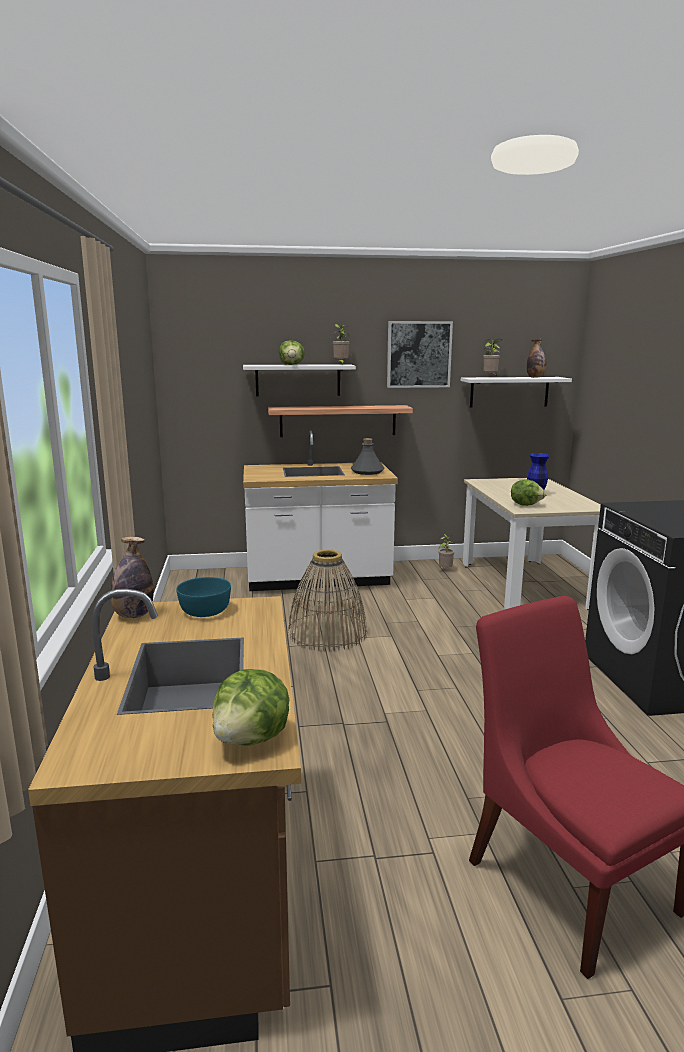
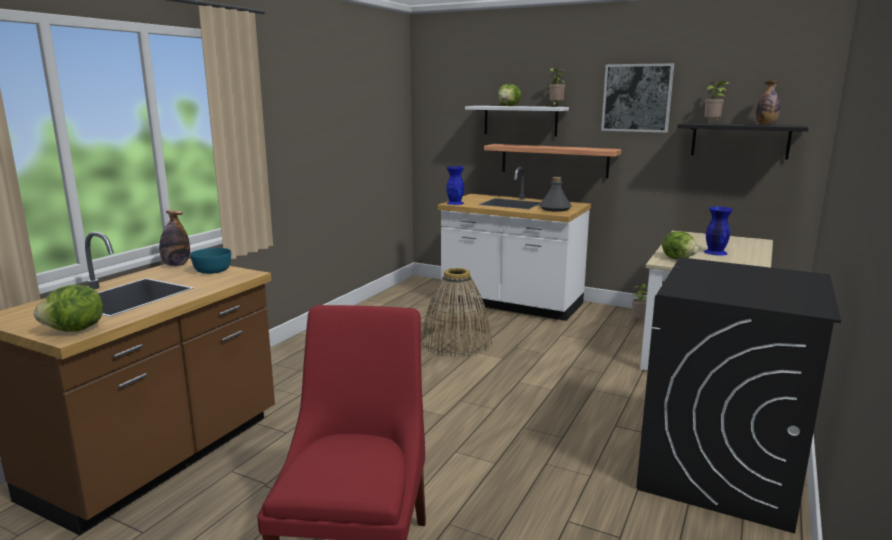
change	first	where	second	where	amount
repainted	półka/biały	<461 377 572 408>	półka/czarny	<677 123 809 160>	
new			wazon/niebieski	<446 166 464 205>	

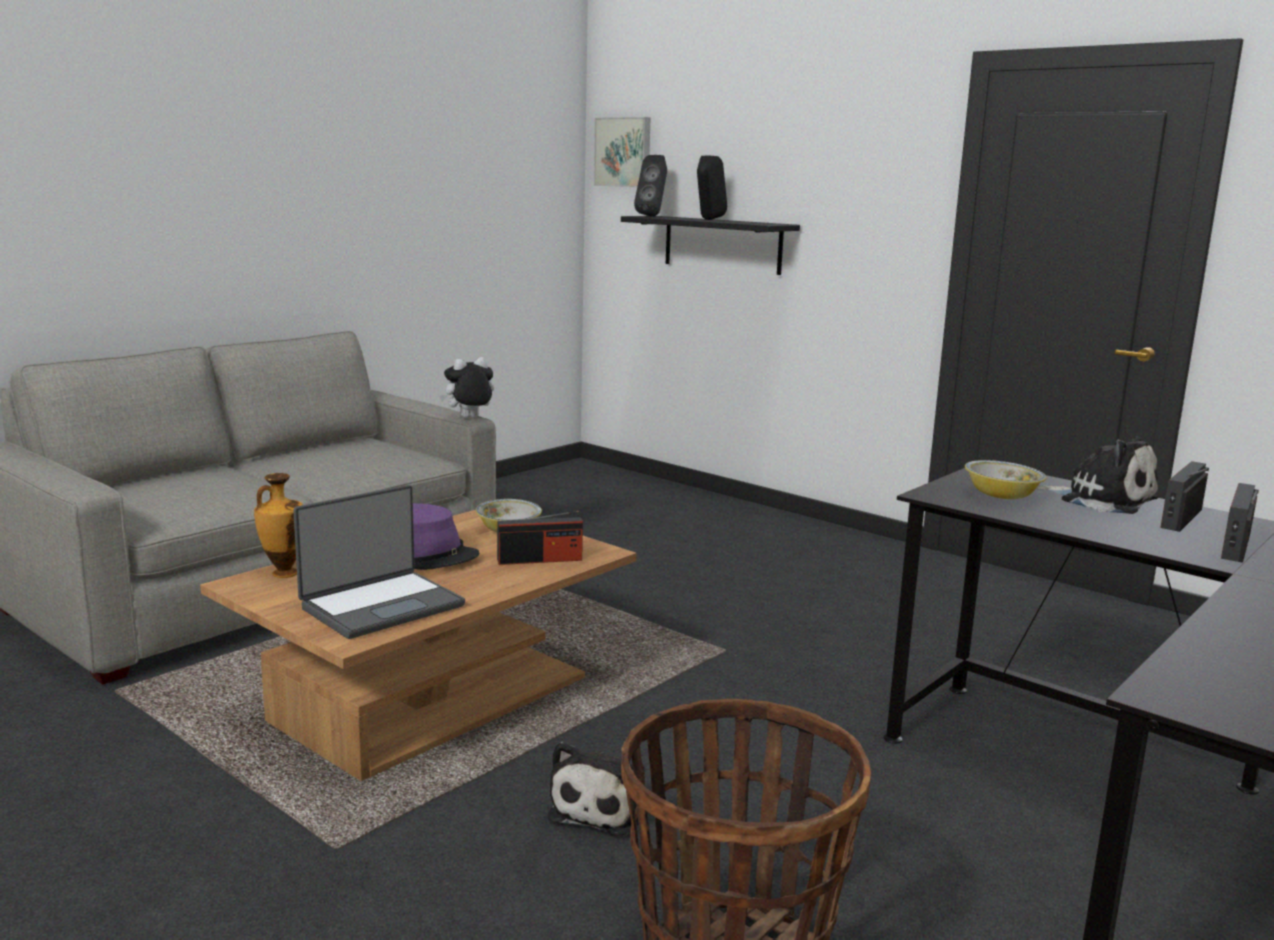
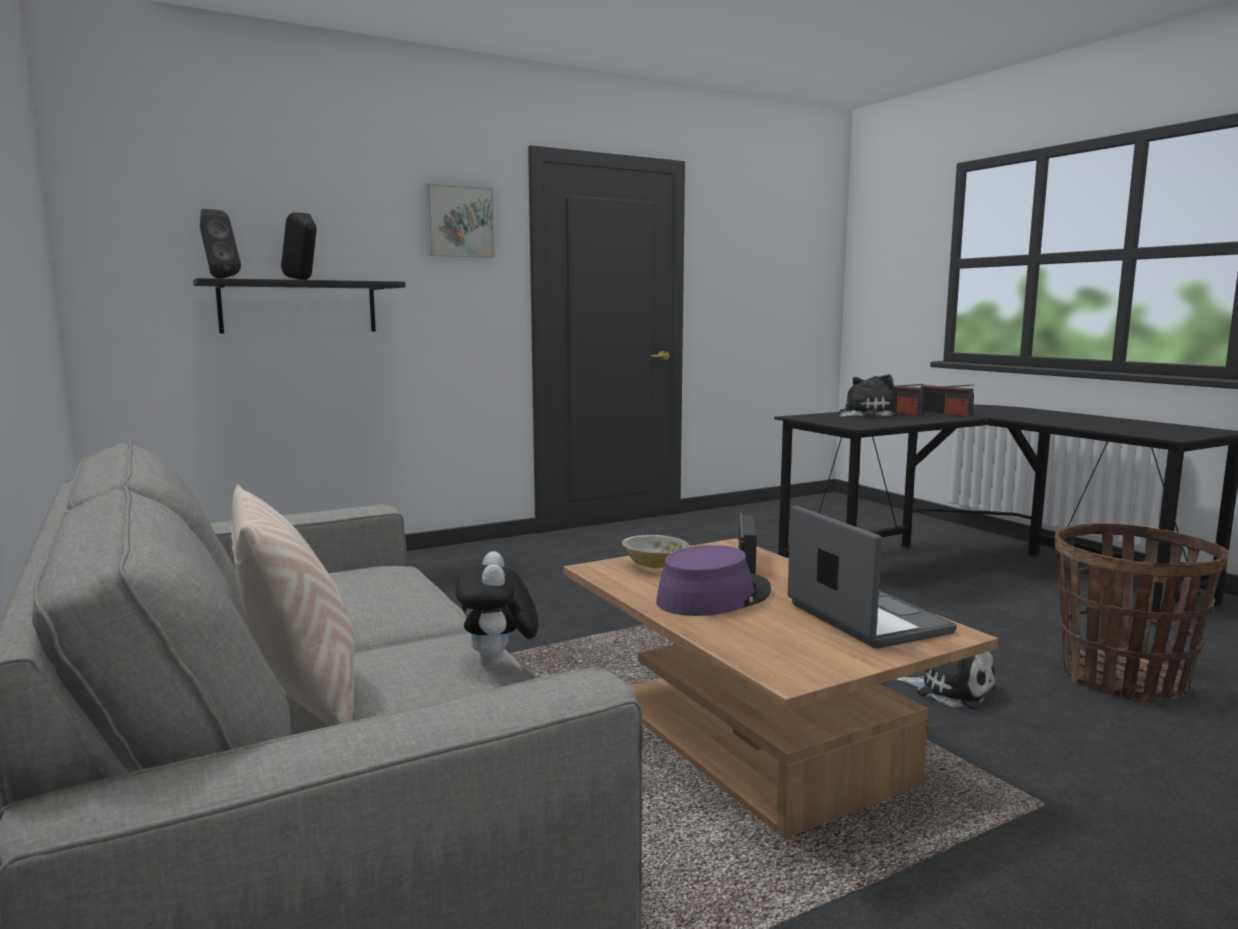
change	first	where	second	where	amount
gone	wazon	<254 473 303 578>			
shifted	pluszak	<440 357 494 418>		<455 551 538 668>	
shifted	obraz	<594 117 651 188>		<425 183 495 258>	
gone	miska	<965 460 1046 499>			
new			poduszka/beżowy	<231 484 355 727>	

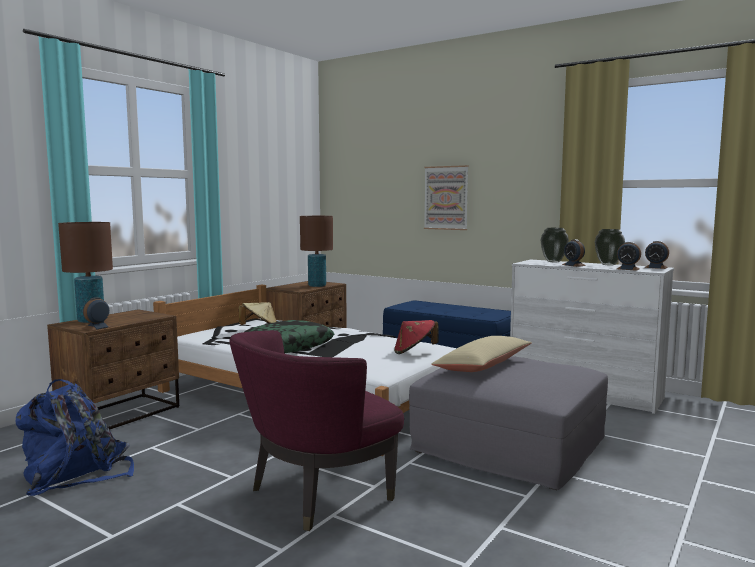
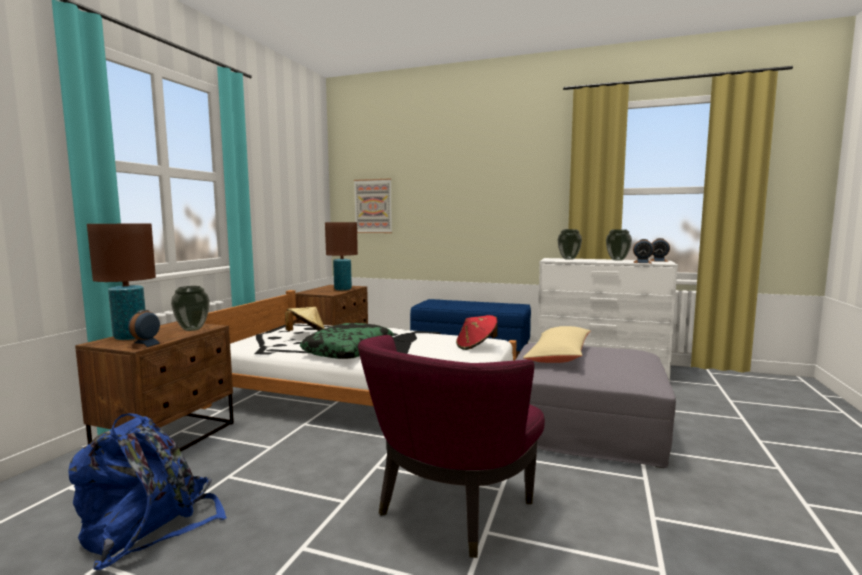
change	first	where	second	where	amount
shifted	obraz	<424 165 469 230>		<354 179 392 233>	
gone	budzik	<562 239 586 267>			
new			wazon	<171 286 210 331>	

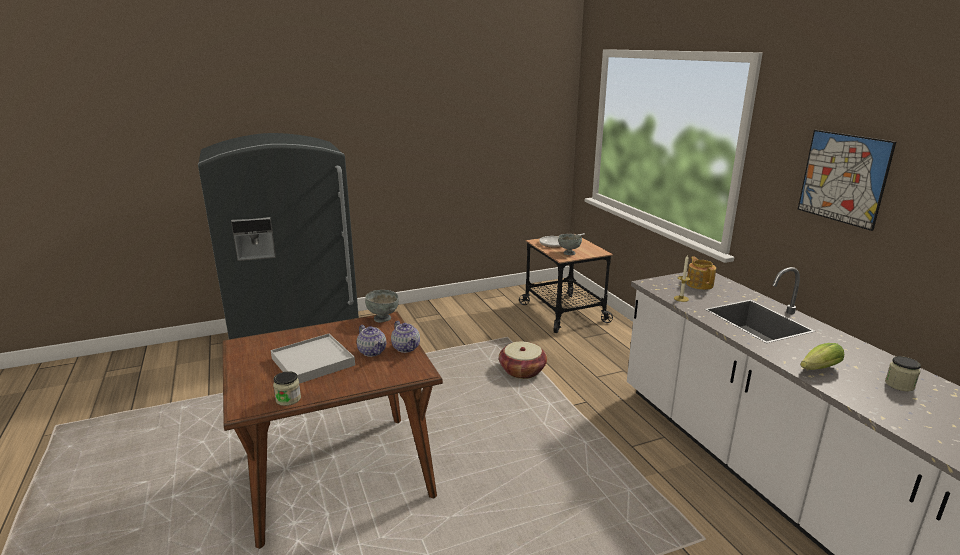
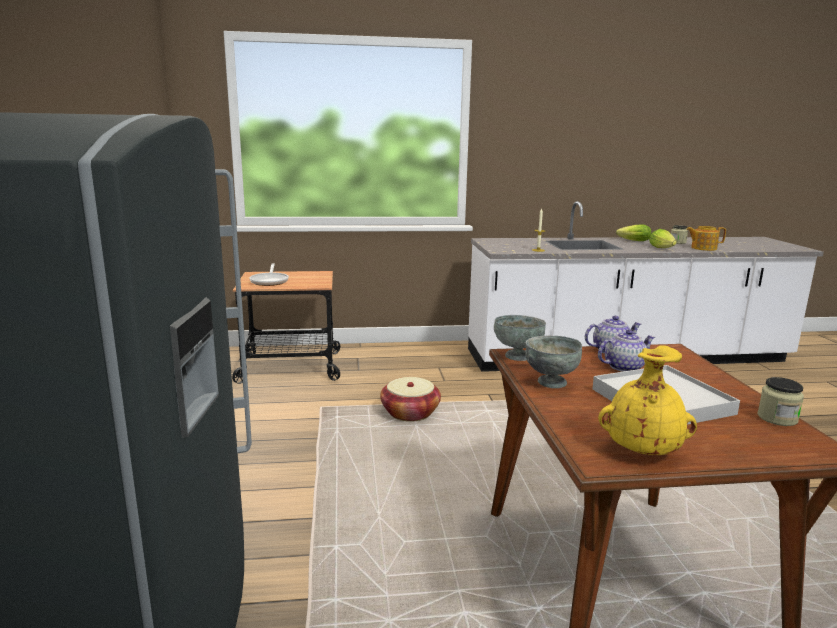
change	first	where	second	where	amount
shifted	miska/szary	<558 234 582 255>		<525 336 582 388>	
shifted	imbryk	<686 256 716 290>		<686 226 726 251>	
gone	obraz	<798 130 896 231>			
new			wazon/żółty	<598 345 697 455>	
new			sałata	<616 225 651 241>	

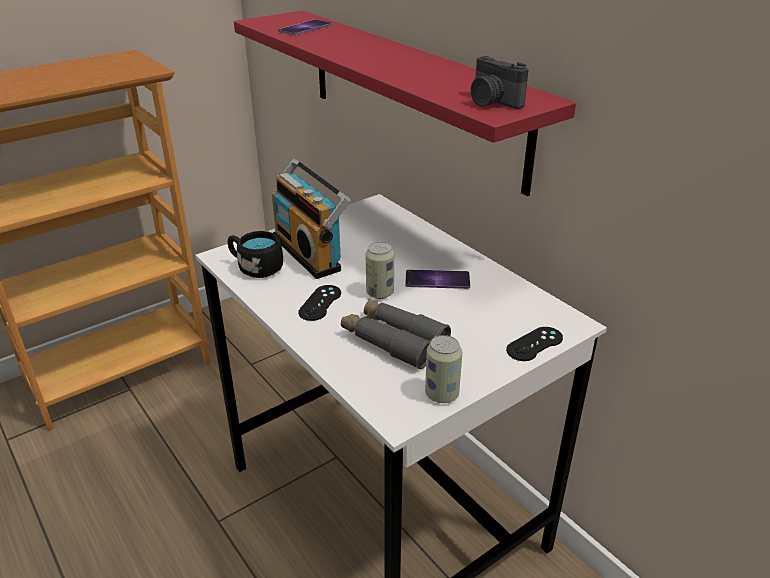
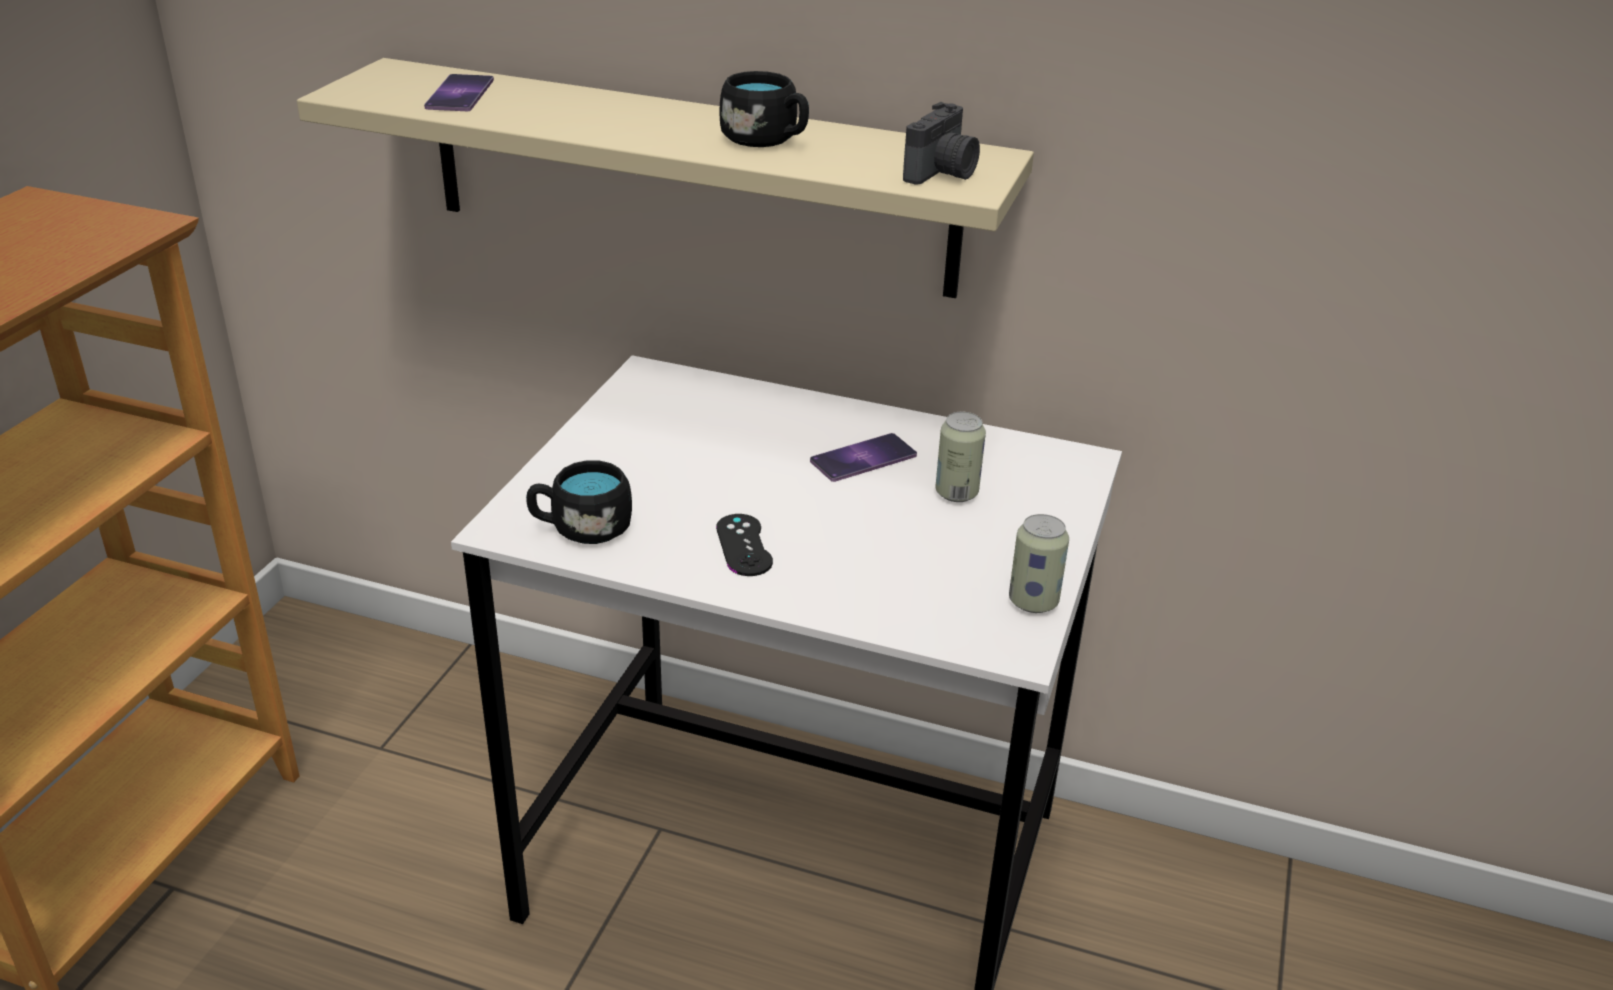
change	first	where	second	where	amount
repainted	półka/czerwony	<234 11 576 196>	półka/beżowy	<297 58 1034 298>	
gone	radio	<272 158 350 279>			
gone	lornetka/szary	<341 299 451 369>			
shifted	puszka	<365 242 394 299>		<935 412 986 502>	
rotated	aparat fotograficzny	<471 56 529 109>		<903 102 980 184>	75 degrees counterclockwise
gone	pad do gier/czarny	<506 327 563 361>			
new			kubek/czarny	<719 71 809 147>	

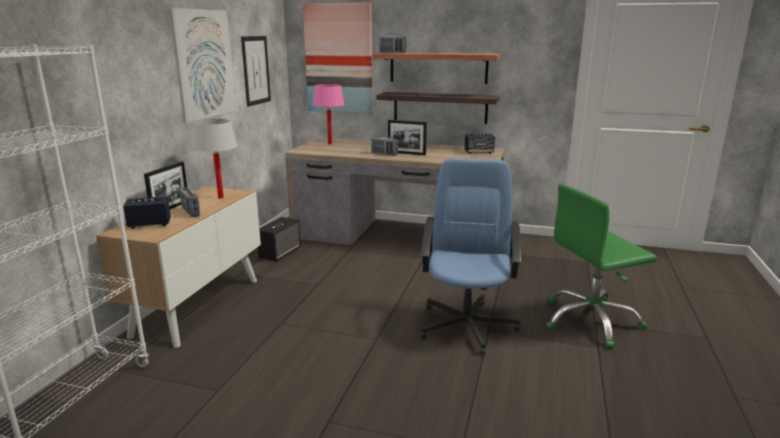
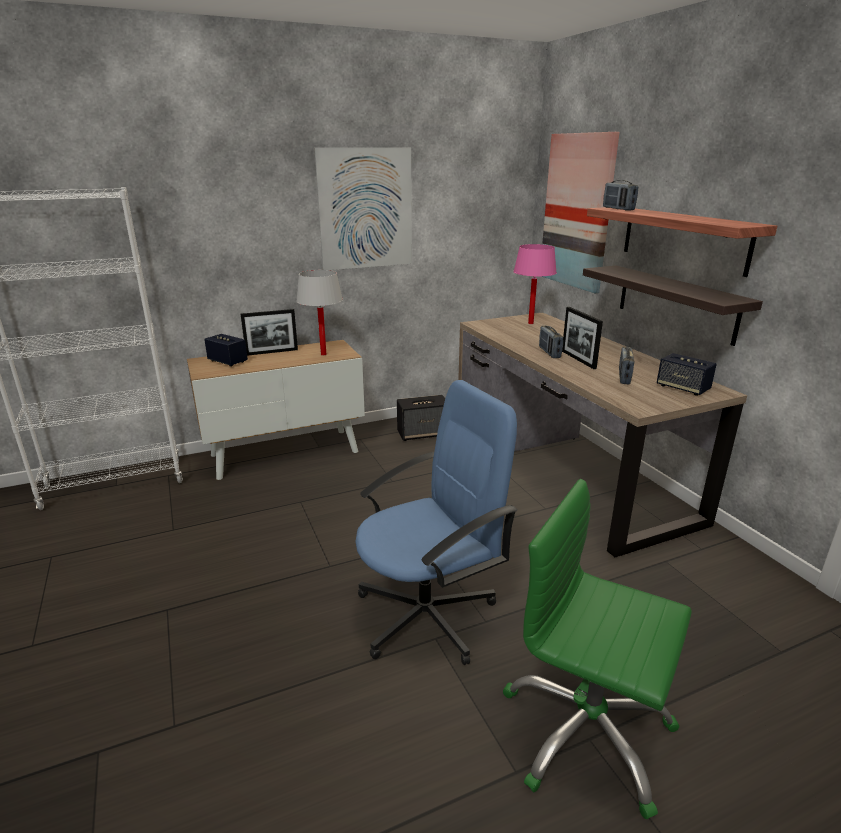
change	first	where	second	where	amount
shifted	radio	<180 187 200 217>		<619 347 634 384>	
gone	obraz	<241 36 271 107>			

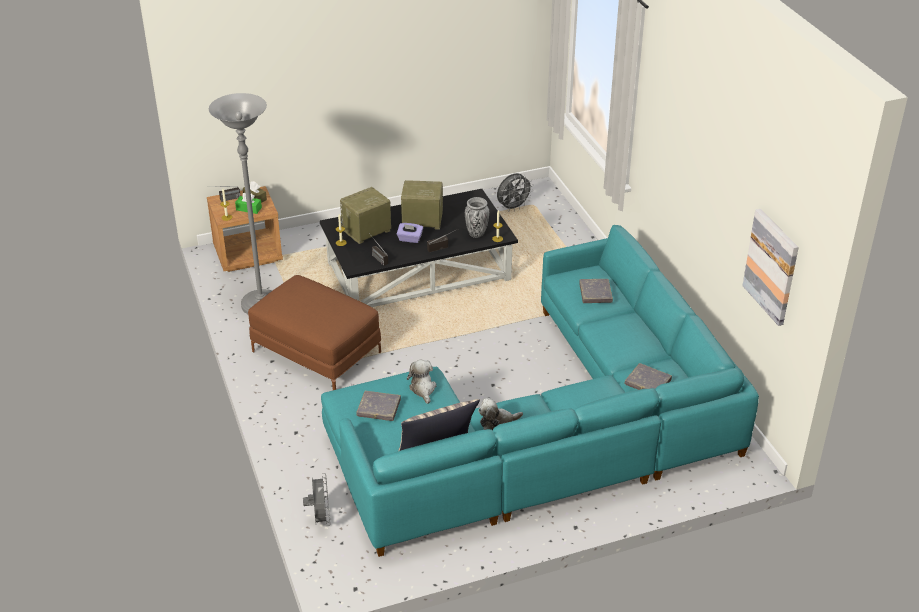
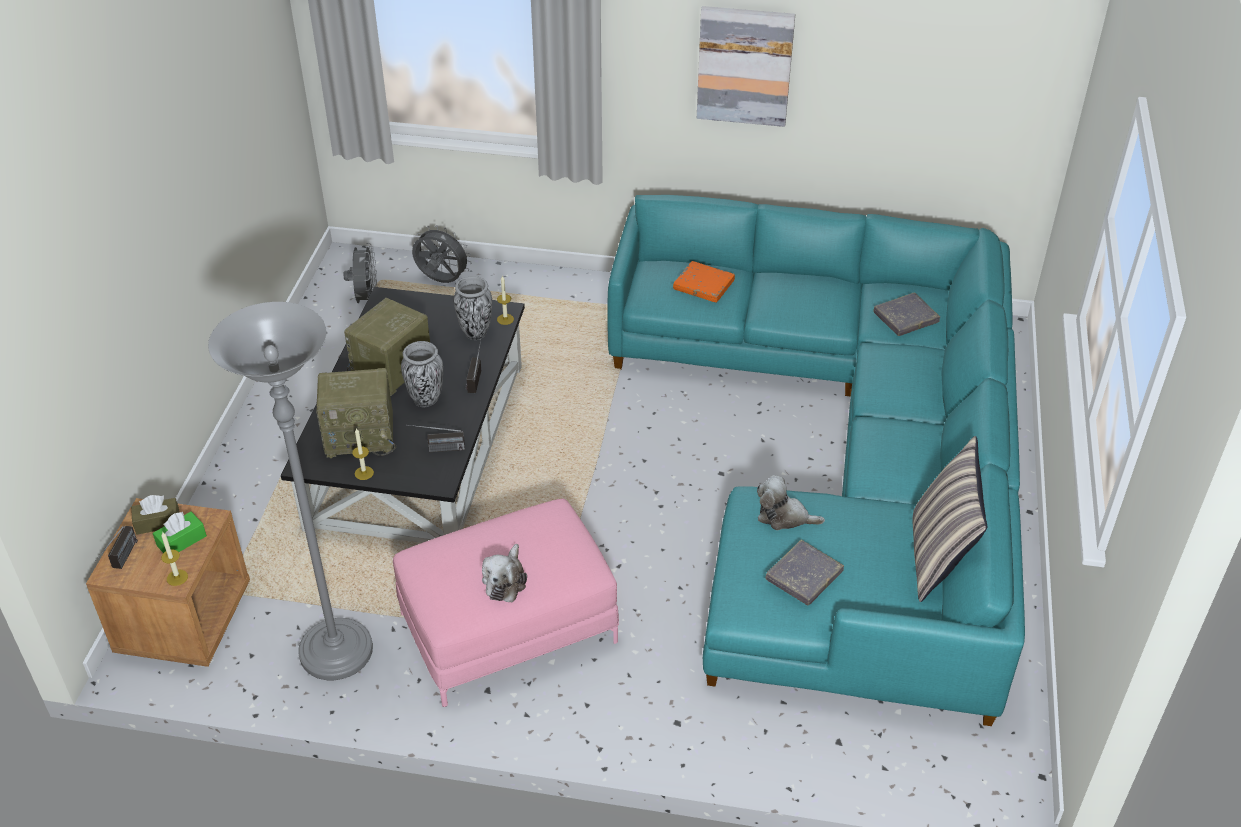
change	first	where	second	where	amount
repainted	pufa/brązowy	<248 275 381 390>	pufa/różowy	<393 499 619 707>	
shifted	wentylator/szary	<303 473 330 527>		<412 225 472 283>	
rotated	radio	<340 187 391 244>		<316 368 396 458>	90 degrees counterclockwise
swapped	pudełko chusteczek/fioletowy	<397 223 423 243>	wazon	<401 341 443 407>	
shifted	pluszak	<478 398 523 430>		<482 544 527 602>	
repainted	książka/szary	<579 279 613 303>	książka/pomarańczowy	<673 261 735 303>	
shifted	obraz	<742 209 799 326>		<697 6 795 127>	

